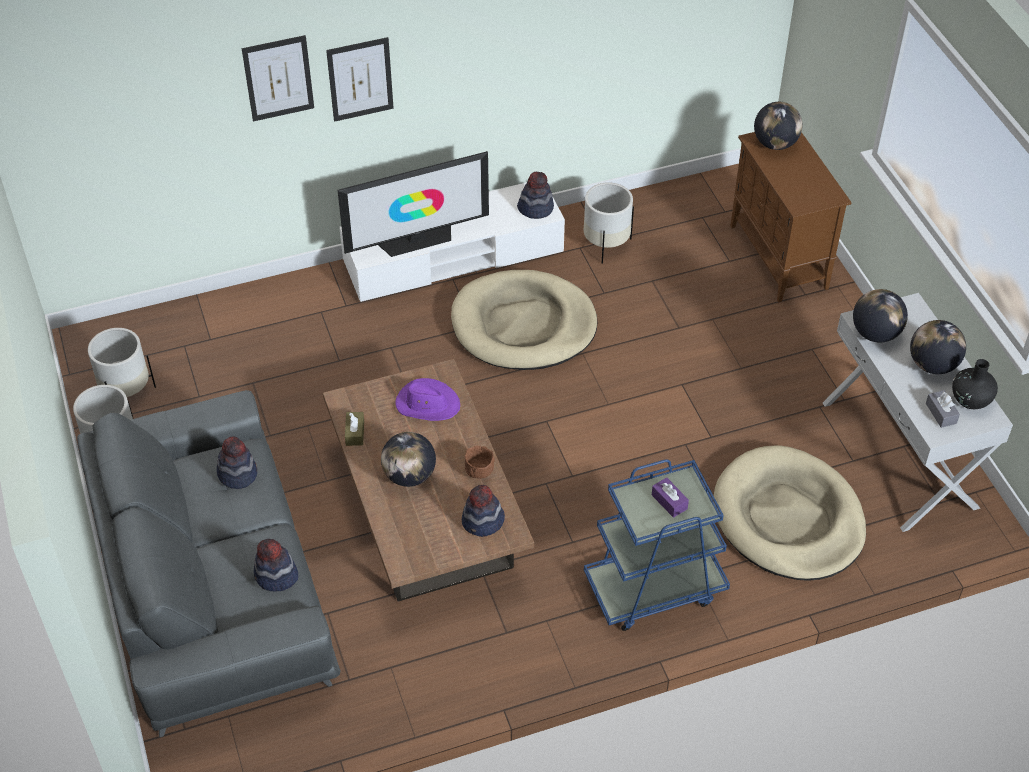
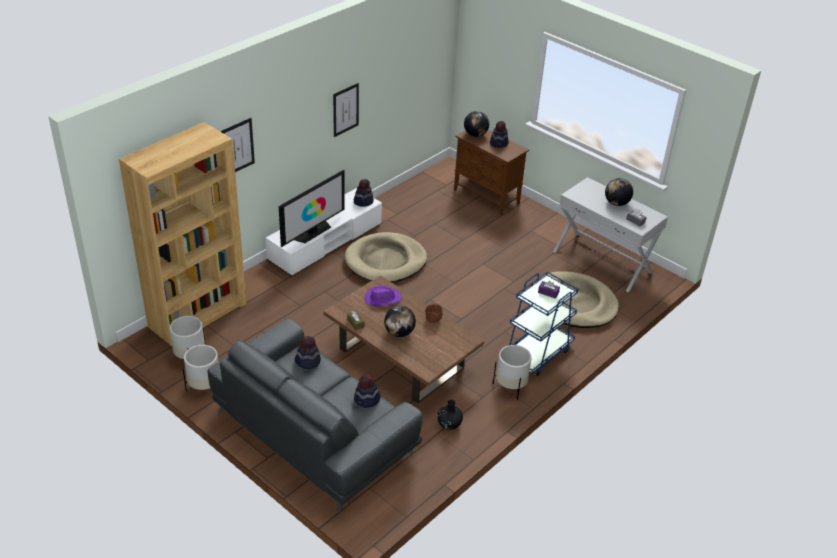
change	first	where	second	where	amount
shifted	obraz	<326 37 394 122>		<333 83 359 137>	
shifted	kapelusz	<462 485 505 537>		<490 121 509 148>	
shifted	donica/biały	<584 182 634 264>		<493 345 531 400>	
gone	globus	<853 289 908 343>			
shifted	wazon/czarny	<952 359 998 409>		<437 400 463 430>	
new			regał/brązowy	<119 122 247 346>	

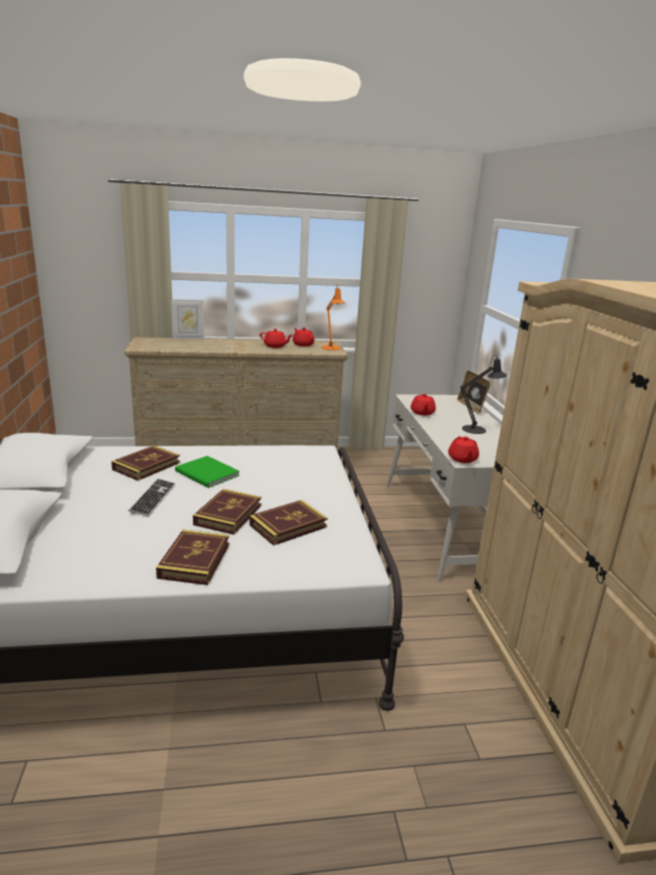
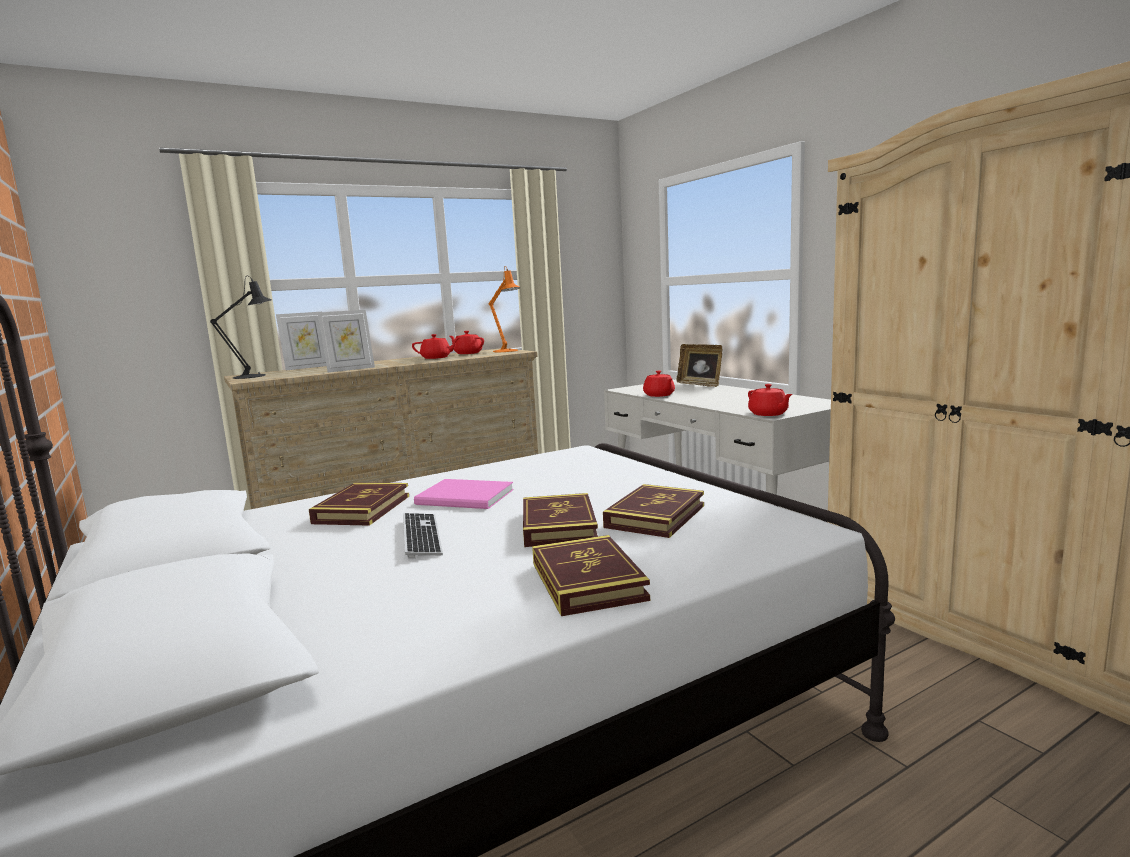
change	first	where	second	where	amount
repainted	książka/zielony	<175 456 240 488>	książka/różowy	<414 479 514 509>	
shifted	lampa stołowa/czarny	<460 357 507 434>		<210 276 271 379>	
new			ramka na zdjęcie	<318 310 375 372>	

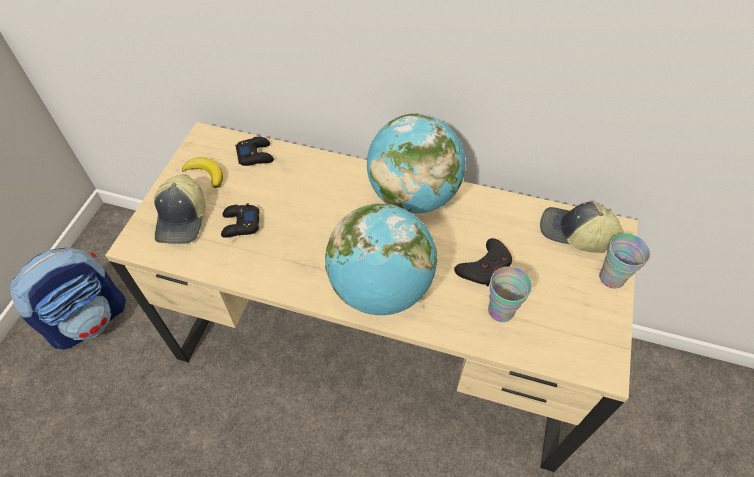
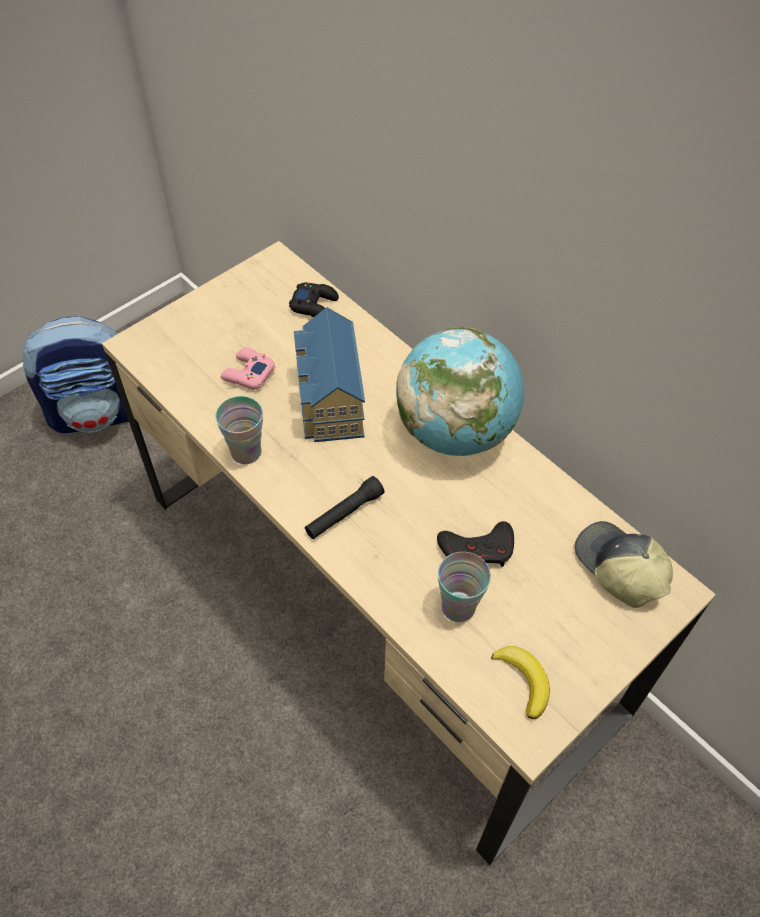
change	first	where	second	where	amount
gone	czapka z daszkiem	<154 174 206 244>			
shifted	banan	<182 157 223 188>		<491 646 550 719>	
repainted	pad do gier/czarny	<221 203 259 238>	pad do gier/różowy	<221 348 275 389>	
swapped	globus	<325 204 437 315>	latarka/czarny	<305 476 384 539>	
shifted	filiżanka	<599 234 650 289>		<216 396 263 464>	
new			domek	<294 307 365 442>	

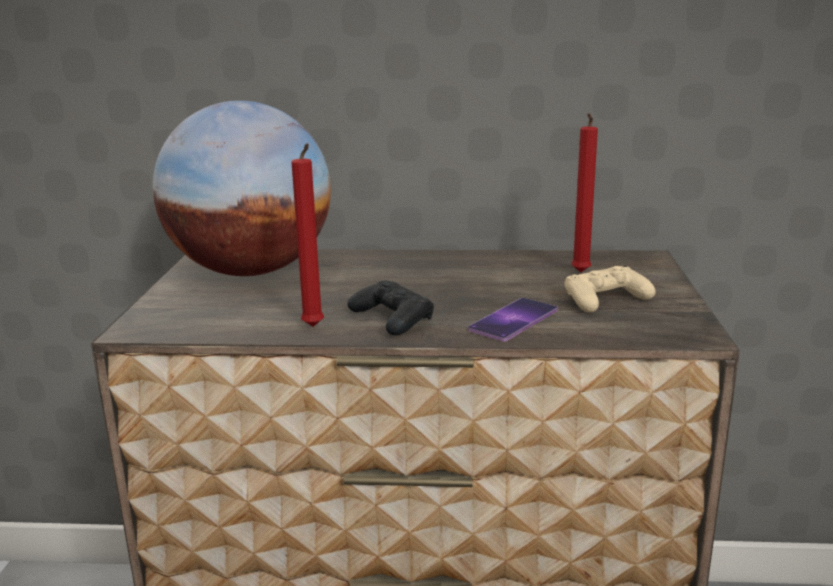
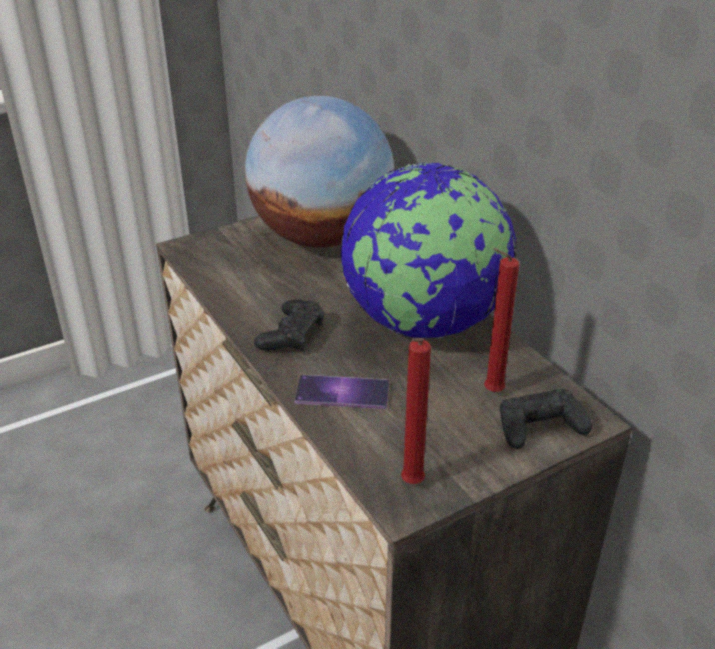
change	first	where	second	where	amount
shifted	świeca/czerwony	<291 143 324 327>		<401 338 431 484>	
gone	pad do gier/beżowy	<564 266 656 313>			
new			globus	<341 163 516 339>	
new			pad do gier/czarny	<500 389 592 449>	

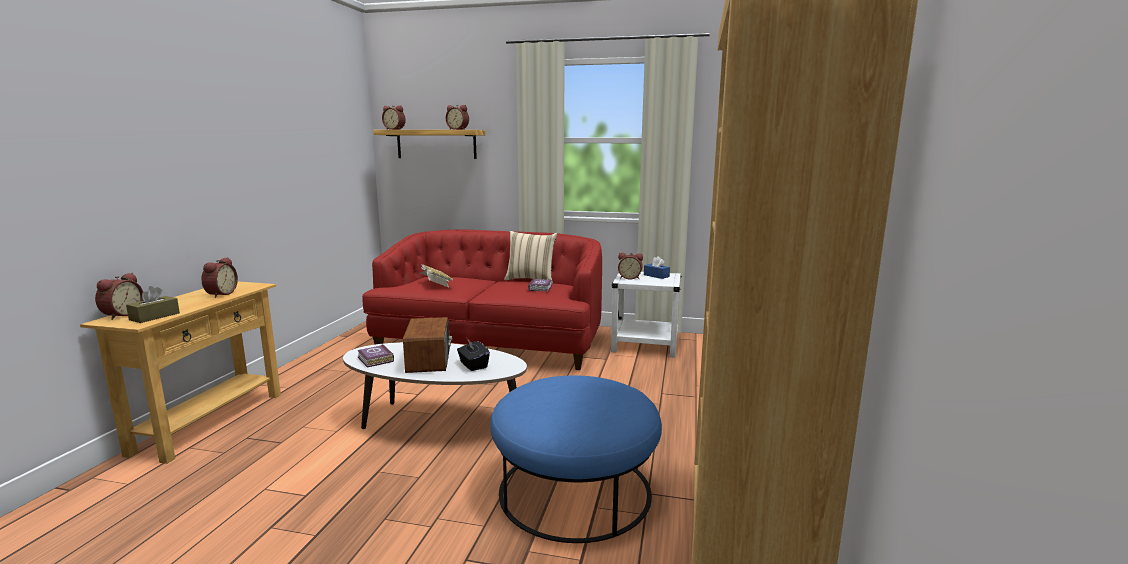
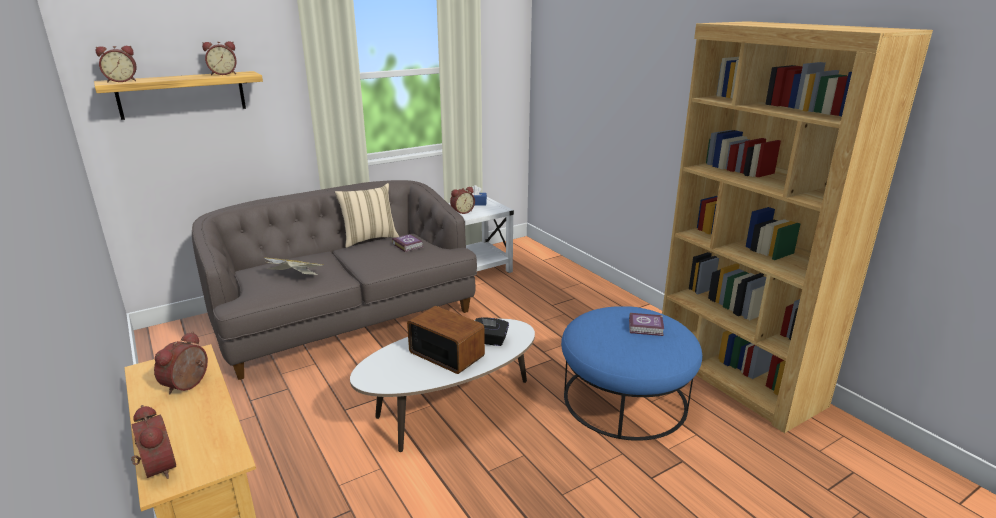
change	first	where	second	where	amount
gone	pudełko chusteczek/brązowy	<126 286 180 323>			
rotated	budzik	<201 257 238 298>		<154 331 208 395>	120 degrees counterclockwise
shifted	książka	<357 344 394 368>		<629 313 664 336>	
repainted	kanapa/czerwony	<362 229 602 370>	kanapa/szary	<192 180 477 380>	

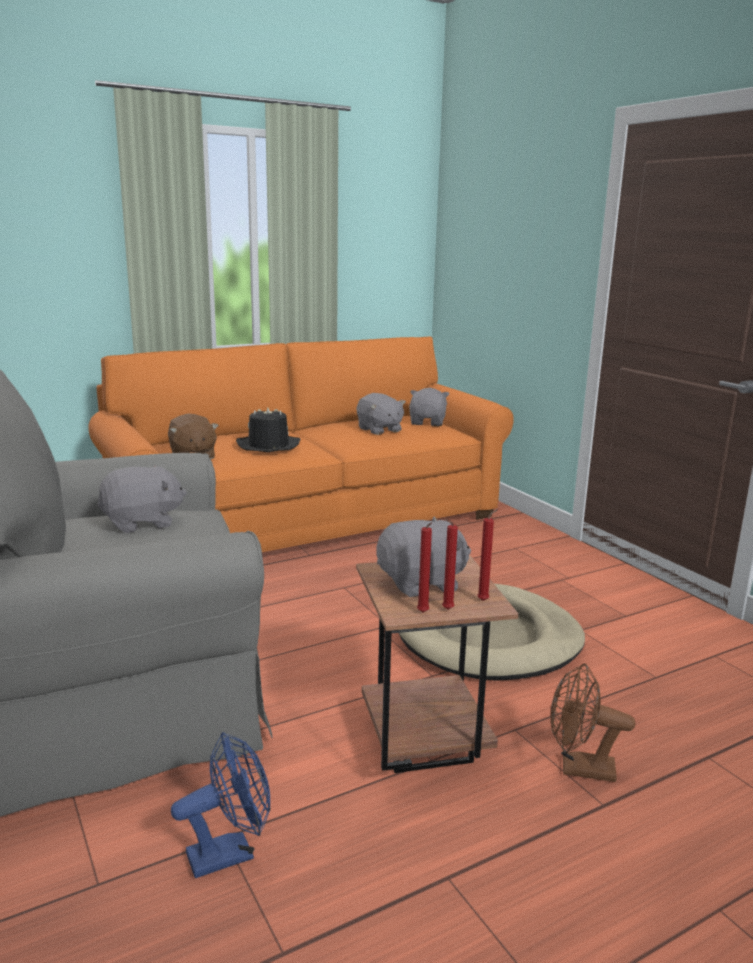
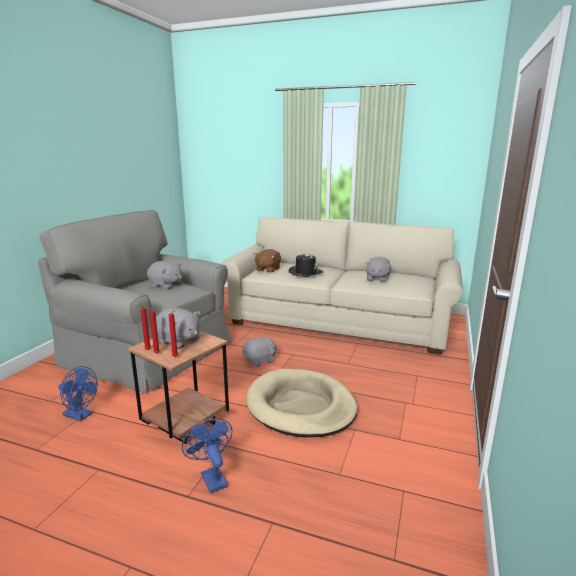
change	first	where	second	where	amount
repainted	kanapa/pomarańczowy	<88 337 514 552>	kanapa/beżowy	<222 217 462 355>	
shifted	pluszak/szary	<409 388 449 426>		<242 336 277 367>	
repainted	wentylator/brązowy	<551 663 635 782>	wentylator/niebieski	<182 418 232 493>	

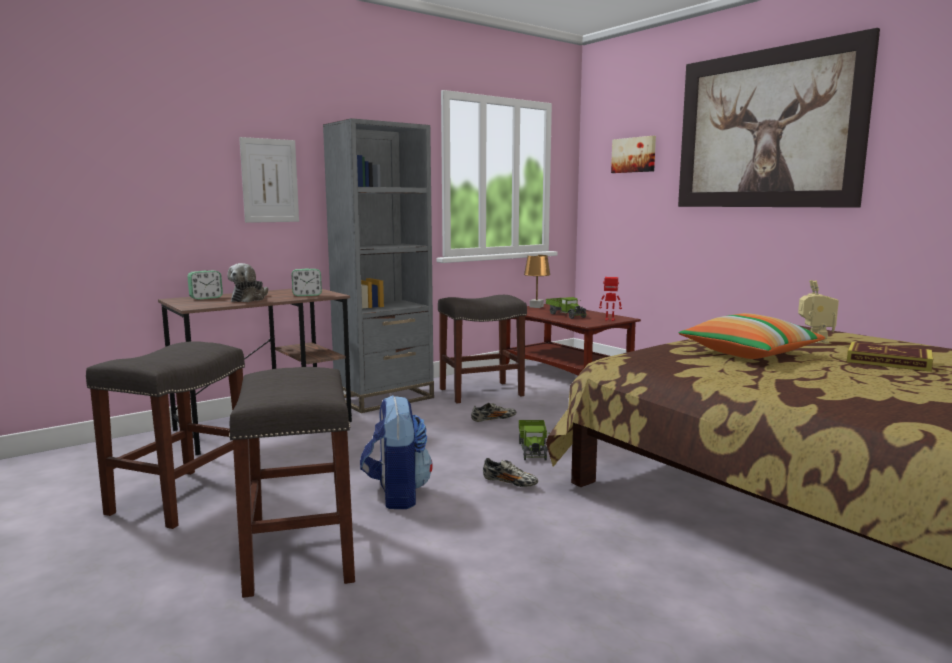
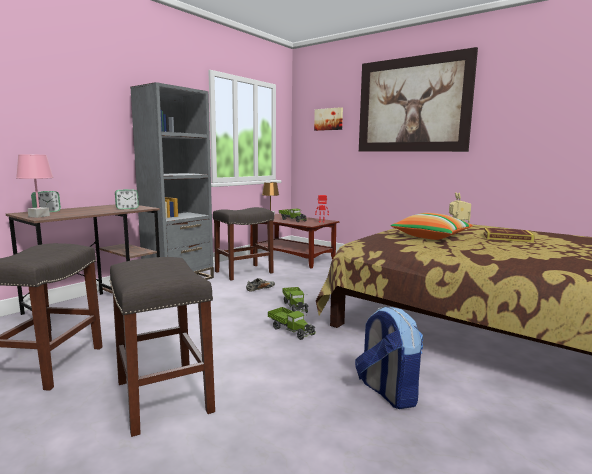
change	first	where	second	where	amount
gone	pluszak	<227 263 268 302>			
gone	obraz	<239 137 299 223>			
shifted	plecak	<360 395 433 509>		<355 306 423 409>	
swapped	but	<483 458 538 487>	ciężarówka zabawkowa	<268 307 316 340>	
new			lampa stołowa/różowy	<16 154 53 218>	

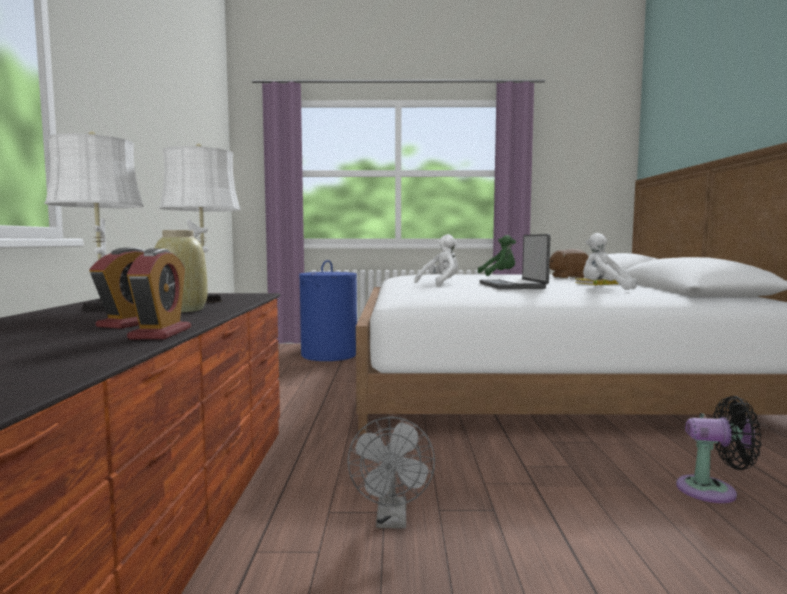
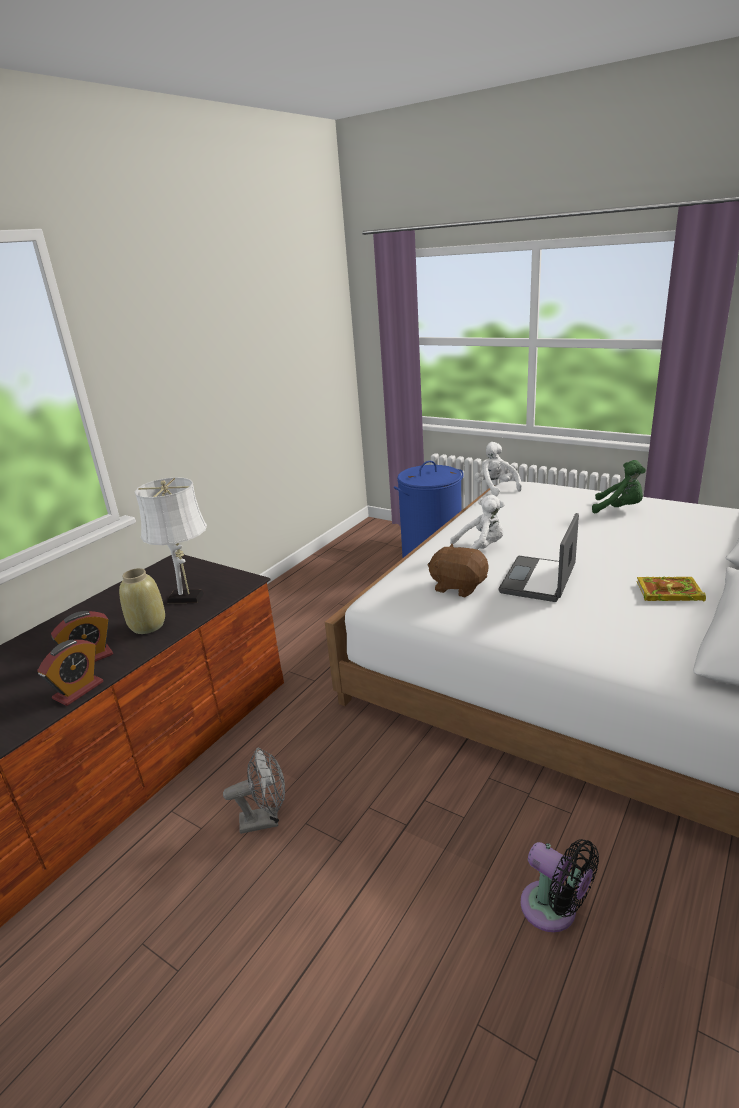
change	first	where	second	where	amount
gone	lampa stołowa/biały	<44 131 144 311>			
rotated	wentylator/szary	<347 417 435 528>		<223 748 285 834>	135 degrees counterclockwise
shifted	pluszak/brązowy	<549 249 589 279>		<428 544 488 597>	
shifted	pluszak/biały	<583 233 637 290>		<474 442 522 496>	

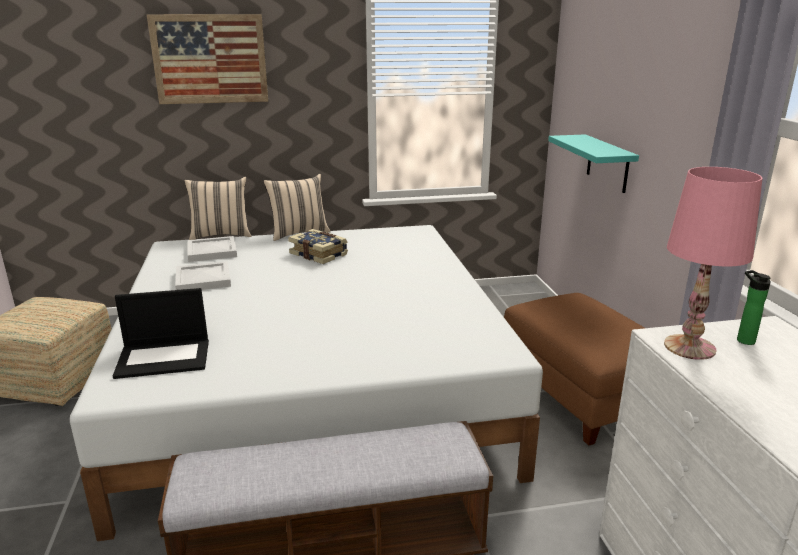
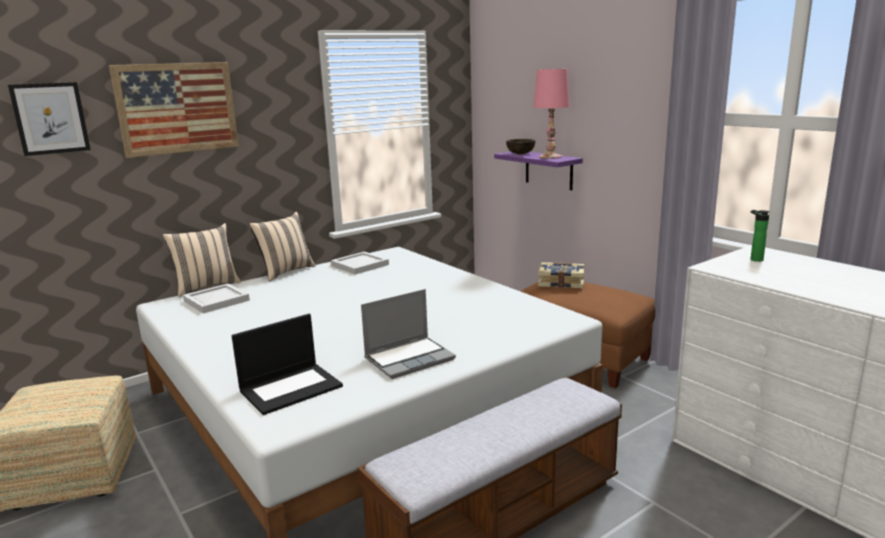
change	first	where	second	where	amount
shifted	taca/biały	<175 261 231 290>		<331 252 389 275>	
shifted	książka	<288 229 348 264>		<538 262 584 289>	
repainted	półka/turkusowy	<548 134 639 193>	półka/fioletowy	<494 152 583 190>	
shifted	lampa stołowa/różowy	<664 167 763 360>		<533 69 570 159>	
new			obraz	<8 82 91 156>	
new			laptop	<361 289 456 379>	
new			miska/brązowy	<506 139 535 154>	

